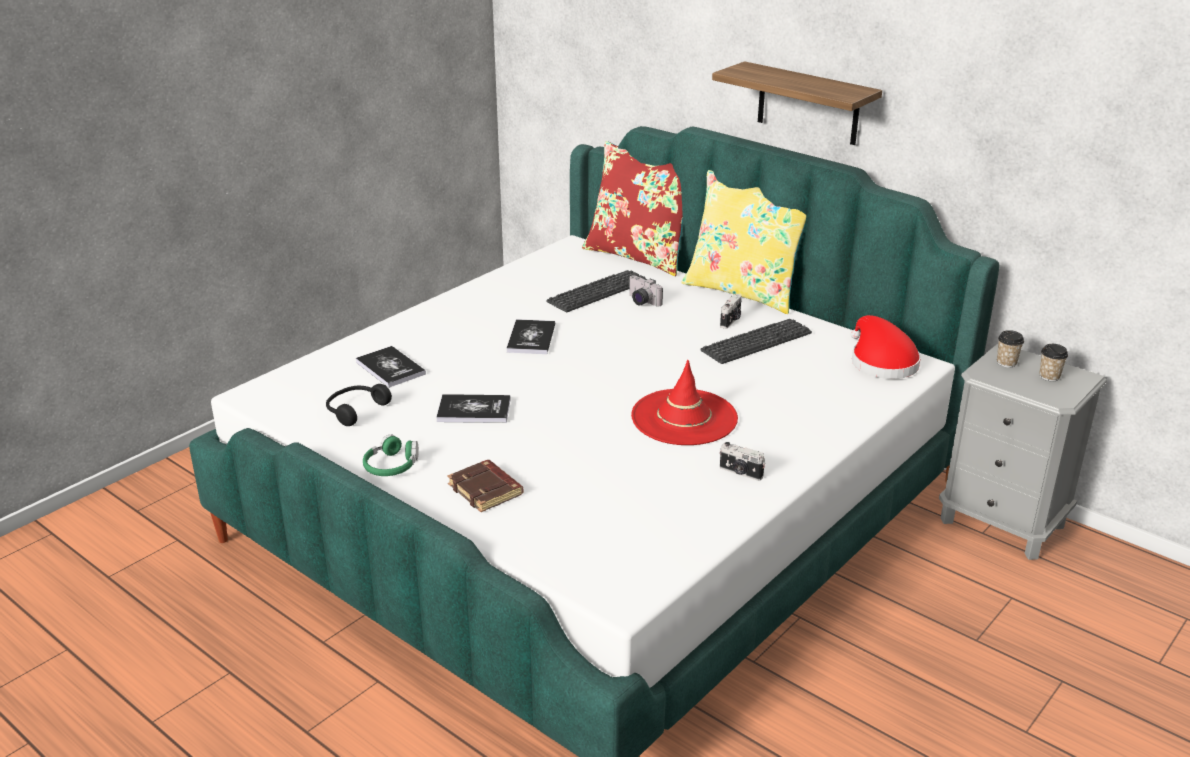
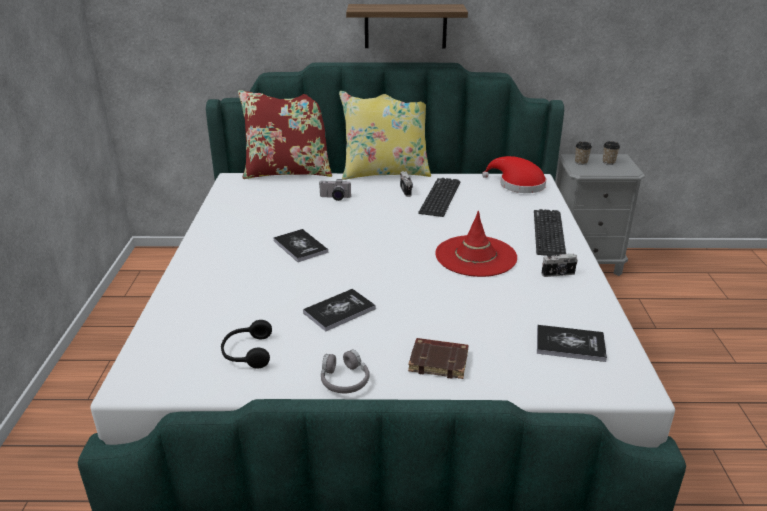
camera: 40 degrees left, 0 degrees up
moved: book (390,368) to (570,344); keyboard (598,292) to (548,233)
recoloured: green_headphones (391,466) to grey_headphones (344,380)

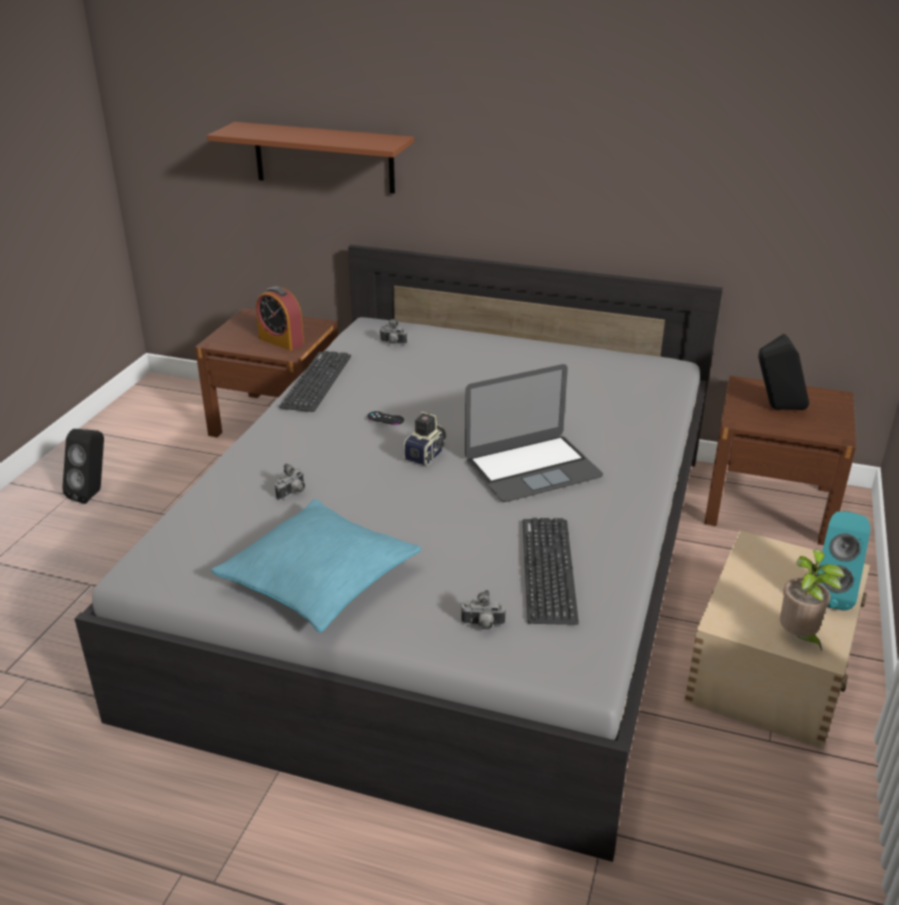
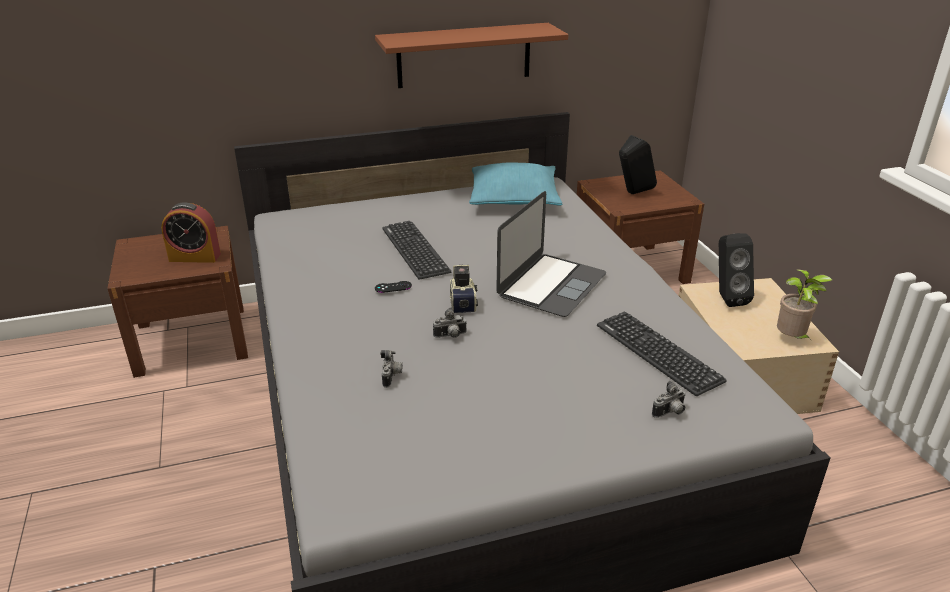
camera: 35 degrees left, 0 degrees up
removed: turquoise_speaker (831,594)
moved: black_speaker (93,493) to (726,298); brown_shelf (324,157) to (464,55); turquoise_pillow (319,578) to (514,197); keyboard (316,382) to (415,250); photo_camera (392,343) to (450,336)

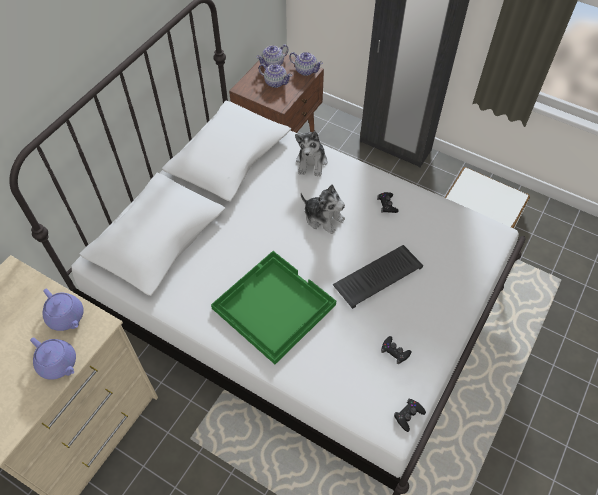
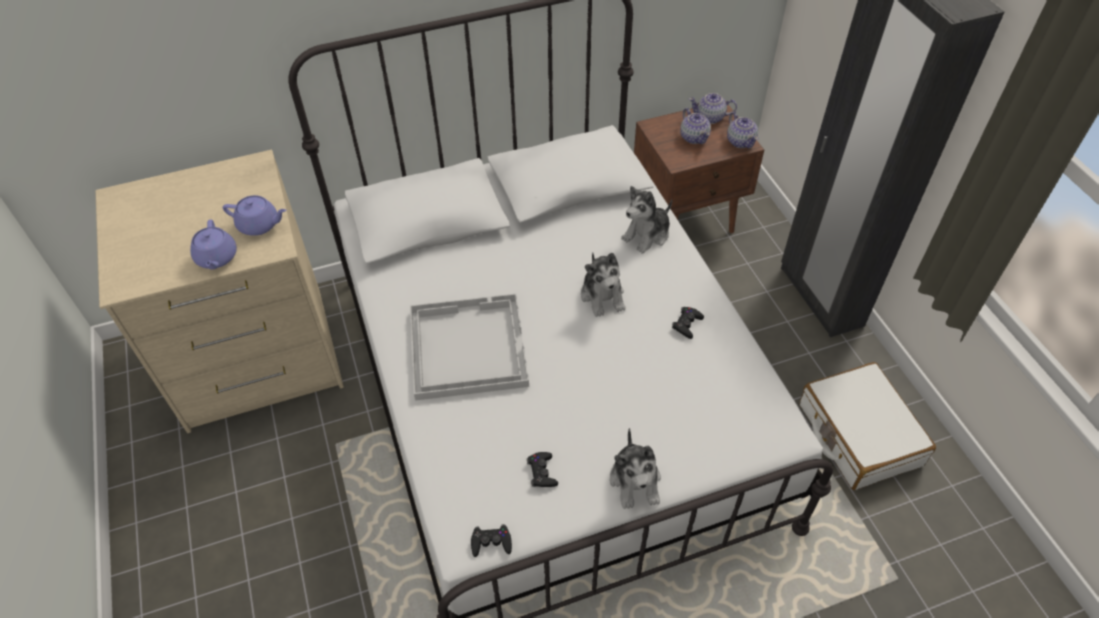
camera: 40 degrees right, 5 degrees down
removed: keyboard (378,275)
added: plush_toy (635,481)
recoloured: green_tray (272,307) to white_tray (466,347)
turned: purple_teapot (66,317) = (260,225) 75 degrees counterclockwise

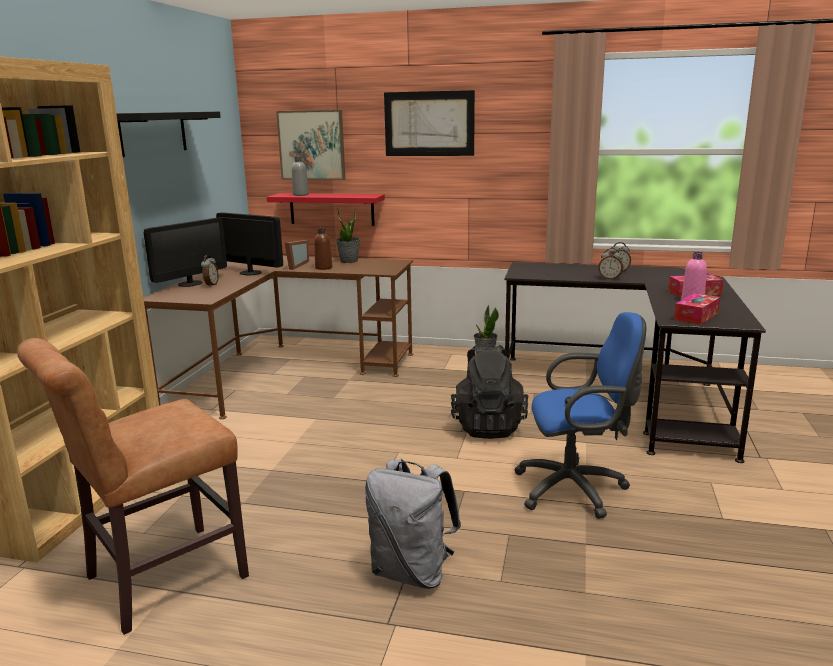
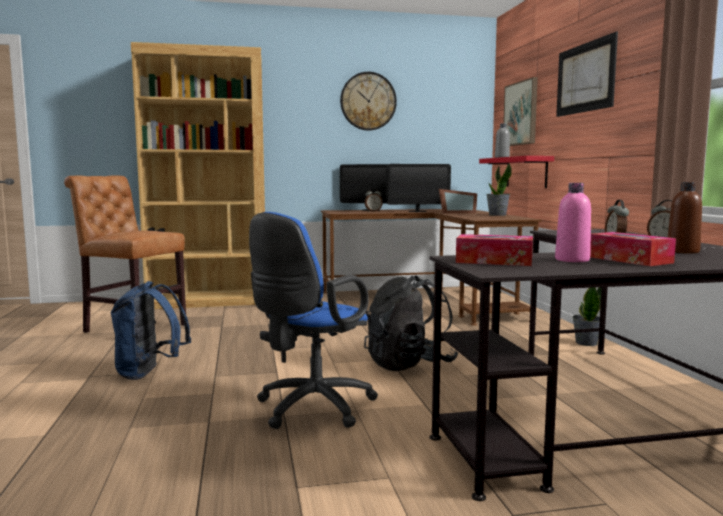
camera: 65 degrees right, 10 degrees down
moved: brown_bottle (323,268) to (682,251)
replaced: black_shelf (153,133) to wall_clock (368,101)
recoloured: grey_backpack (412,572) to blue_backpack (150,373)
turned: monitor (250,273) = (417,211) 75 degrees clockwise; blue_office_chair (576,489) = (310,409) 60 degrees clockwise

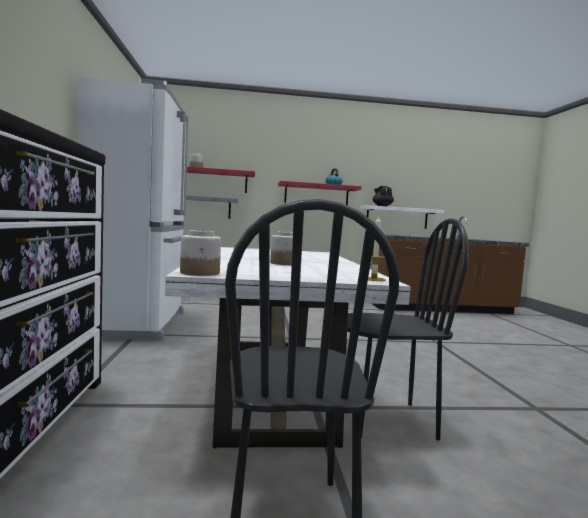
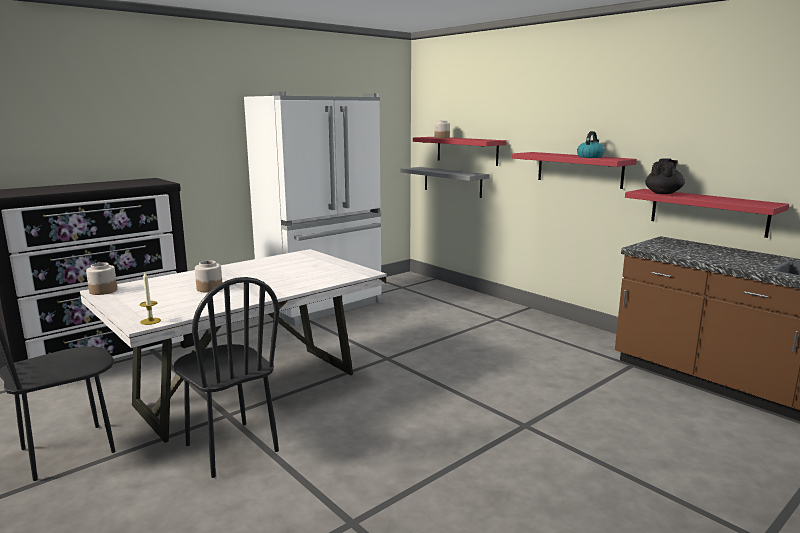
camera: 55 degrees right, 10 degrees up
recoloured: white_shelf (397,217) to red_shelf (708,212)

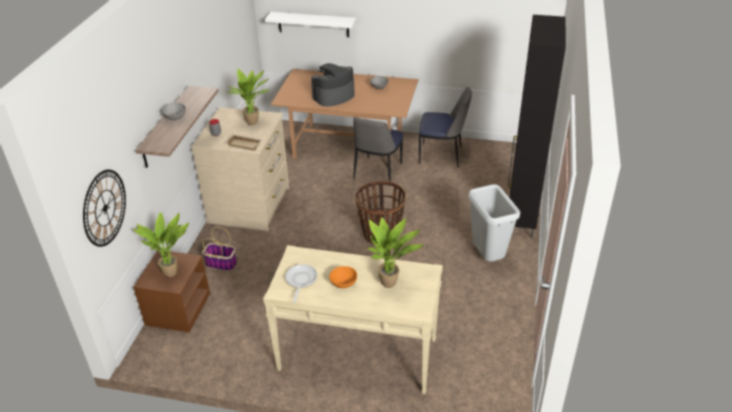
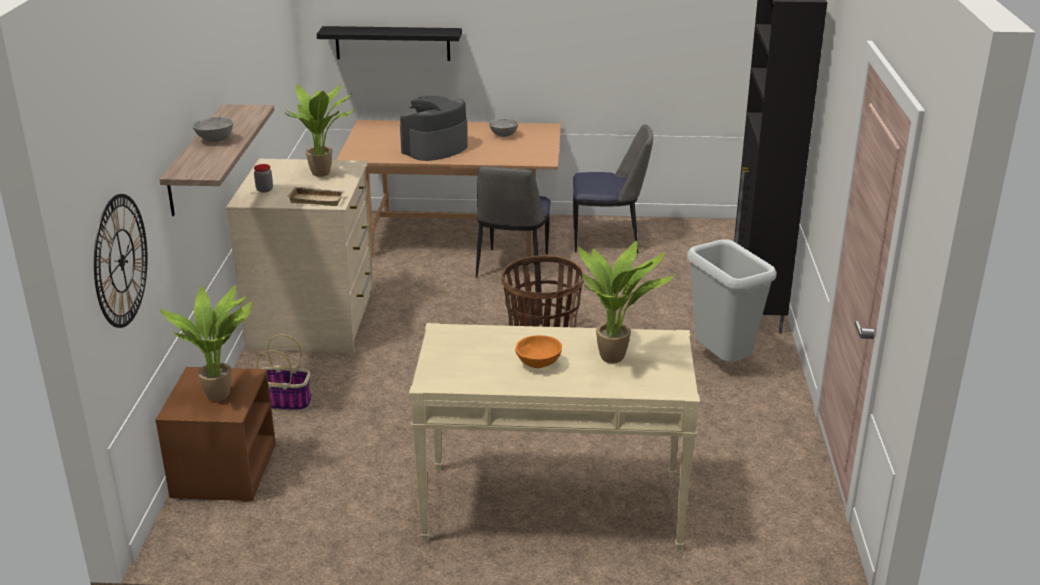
camera: 10 degrees left, 10 degrees down
removed: frying_pan (300,281)
recoloured: white_shelf (313,24) to black_shelf (392,43)

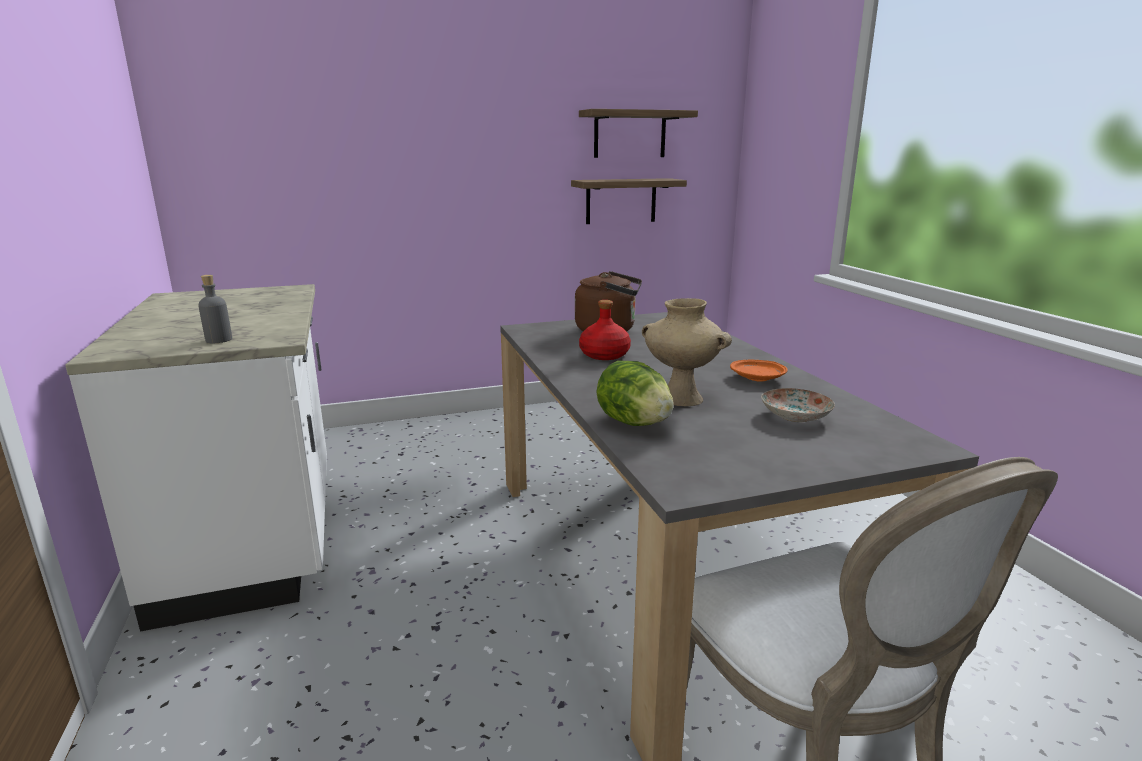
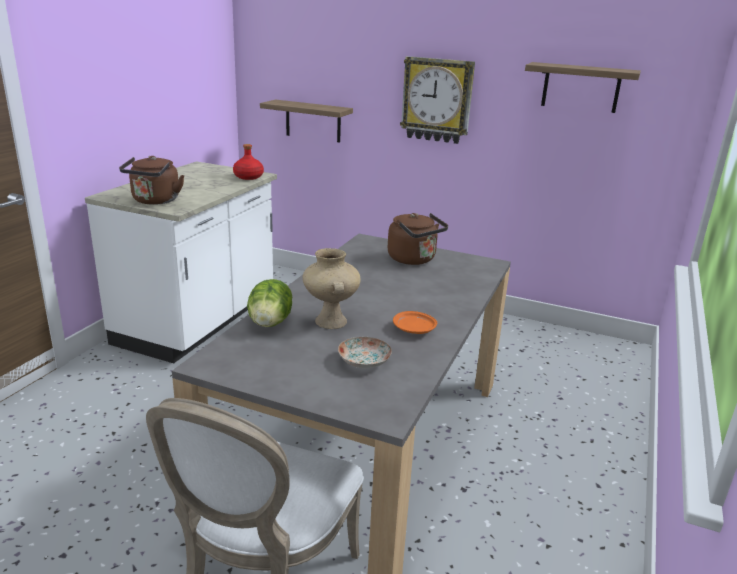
camera: 40 degrees right, 5 degrees up
added: wall_clock (437,100)
moved: shelf (621,201) to (313,121); red_bottle (605,355) to (248,177)
replaced: grey_bottle (219,340) to brown_kettle (155,201)

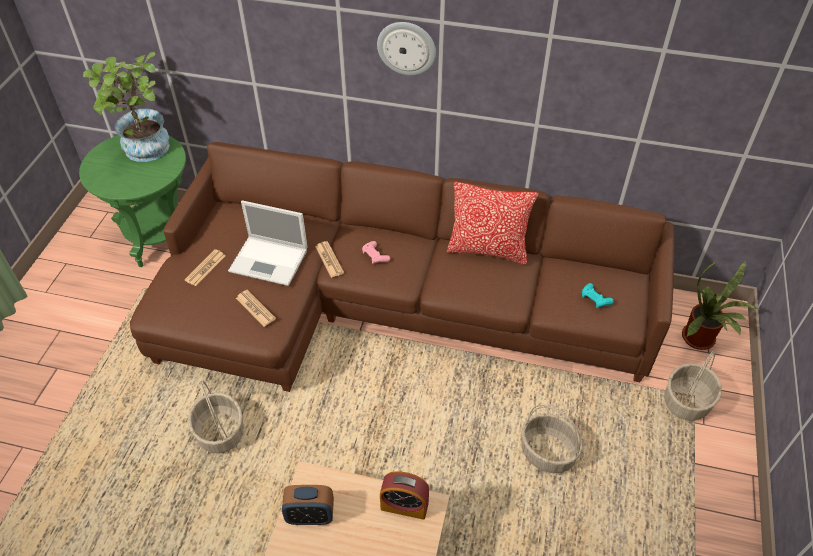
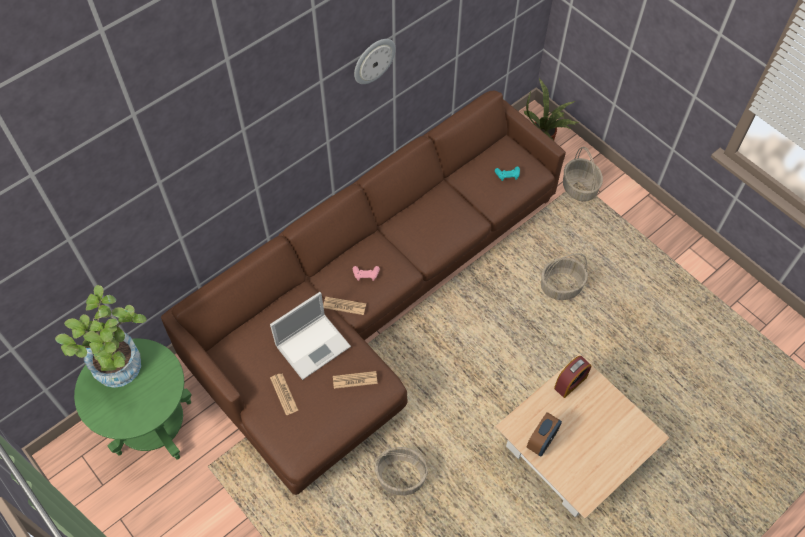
camera: 55 degrees left, 10 degrees up
removed: pillow (487,250)
moved: wall_clock (407,48) to (373,60)

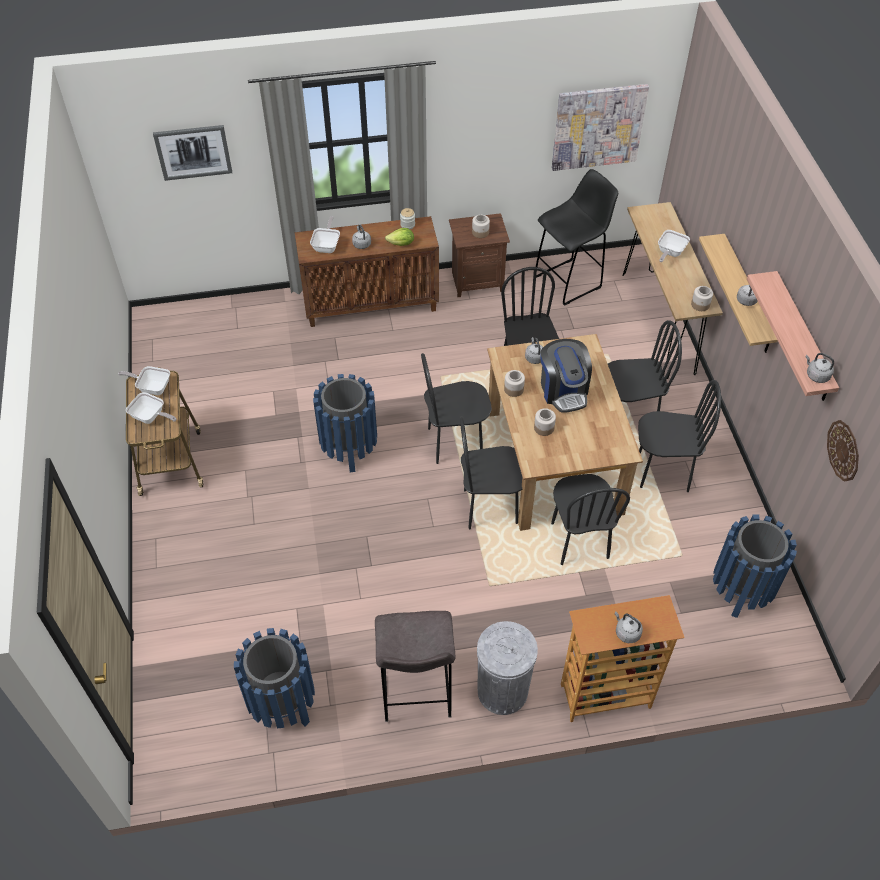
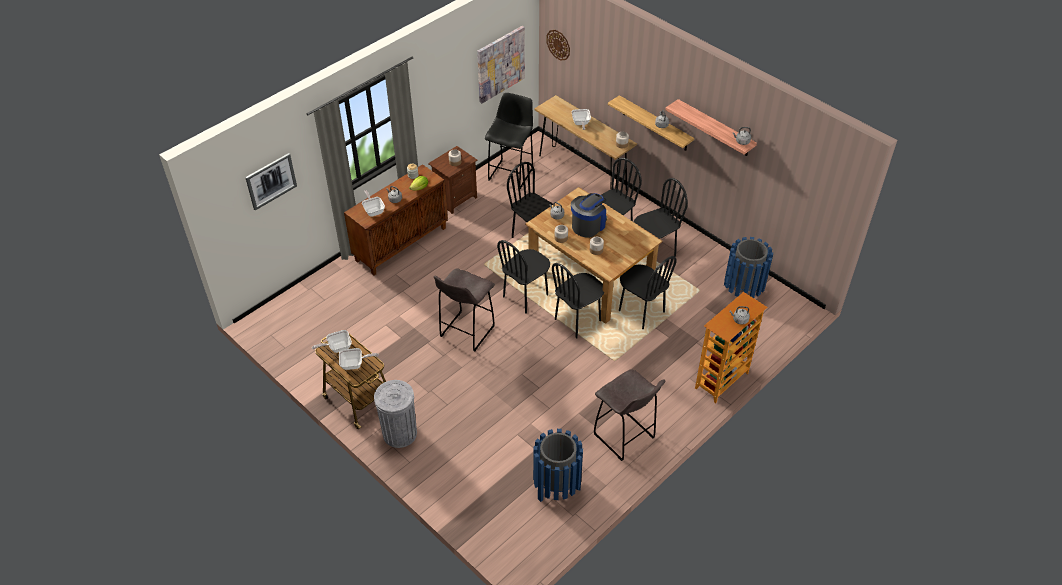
camera: 35 degrees left, 5 degrees down
moved: grey_trash_can (502,691) to (400,433); wall_clock (843,450) to (558,44)
replaced: blue_trash_can (349,449) to grey_stool (466,332)
turned: coffee_machine (563,390) = (588,225) 90 degrees counterclockwise

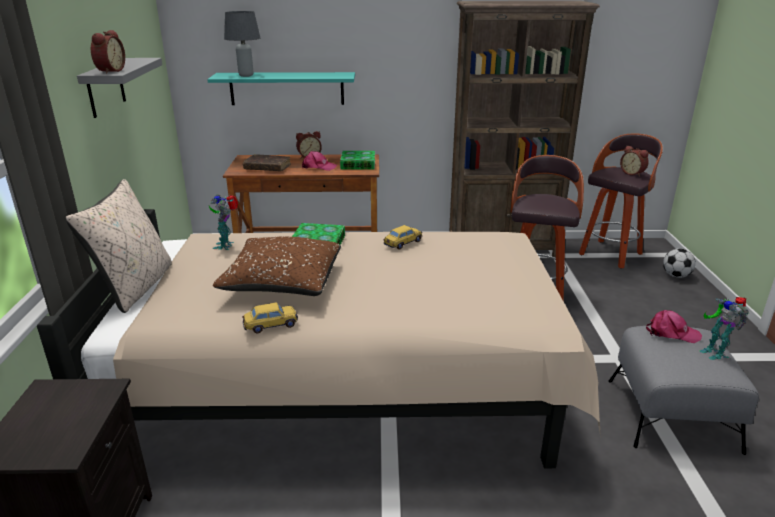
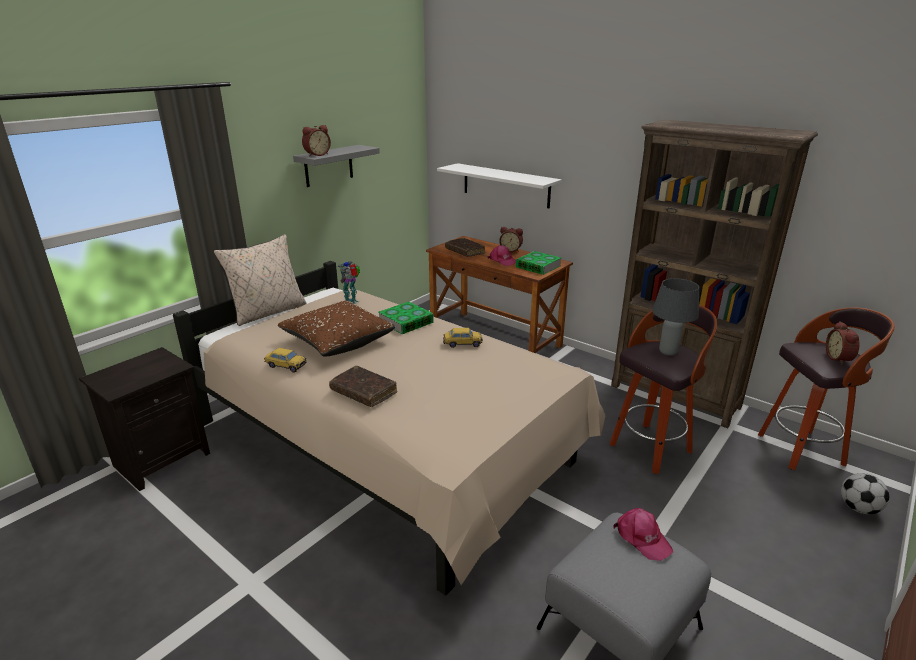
camera: 40 degrees right, 0 degrees up
removed: toy_robot (714,352)
added: brown_book (363,392)
moved: grey_table_lamp (246,75) to (668,352)
recoloured: turquoise_shelf (287,88) to white_shelf (505,185)

